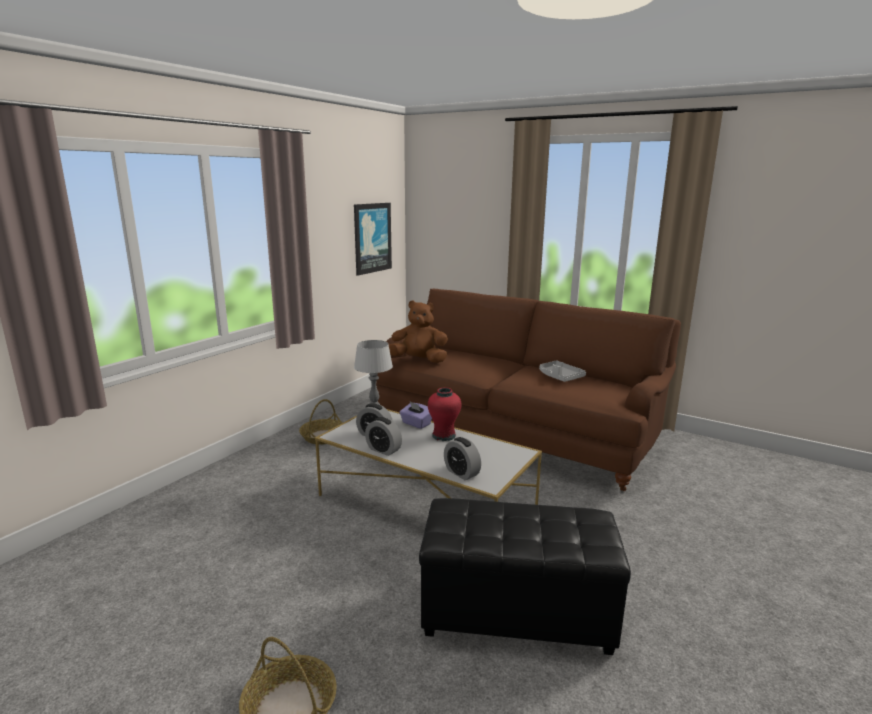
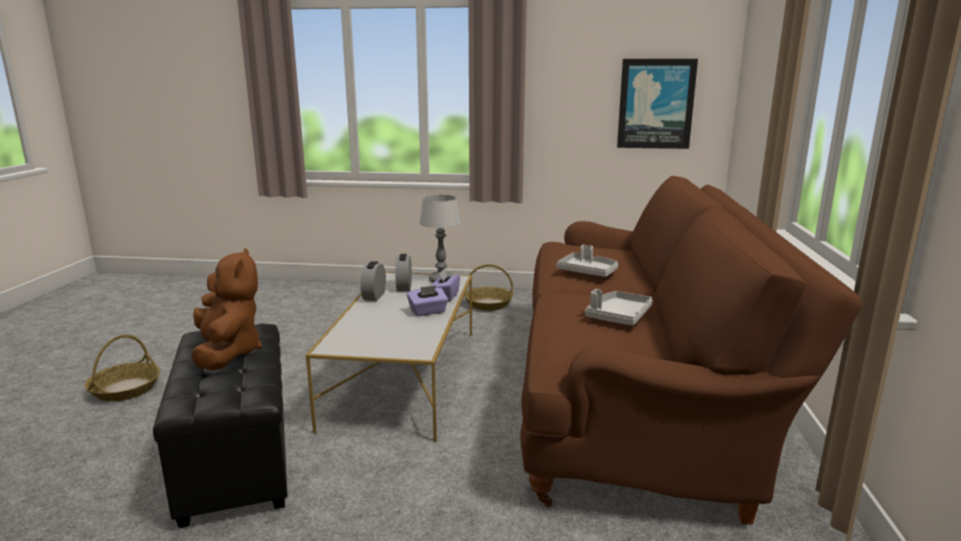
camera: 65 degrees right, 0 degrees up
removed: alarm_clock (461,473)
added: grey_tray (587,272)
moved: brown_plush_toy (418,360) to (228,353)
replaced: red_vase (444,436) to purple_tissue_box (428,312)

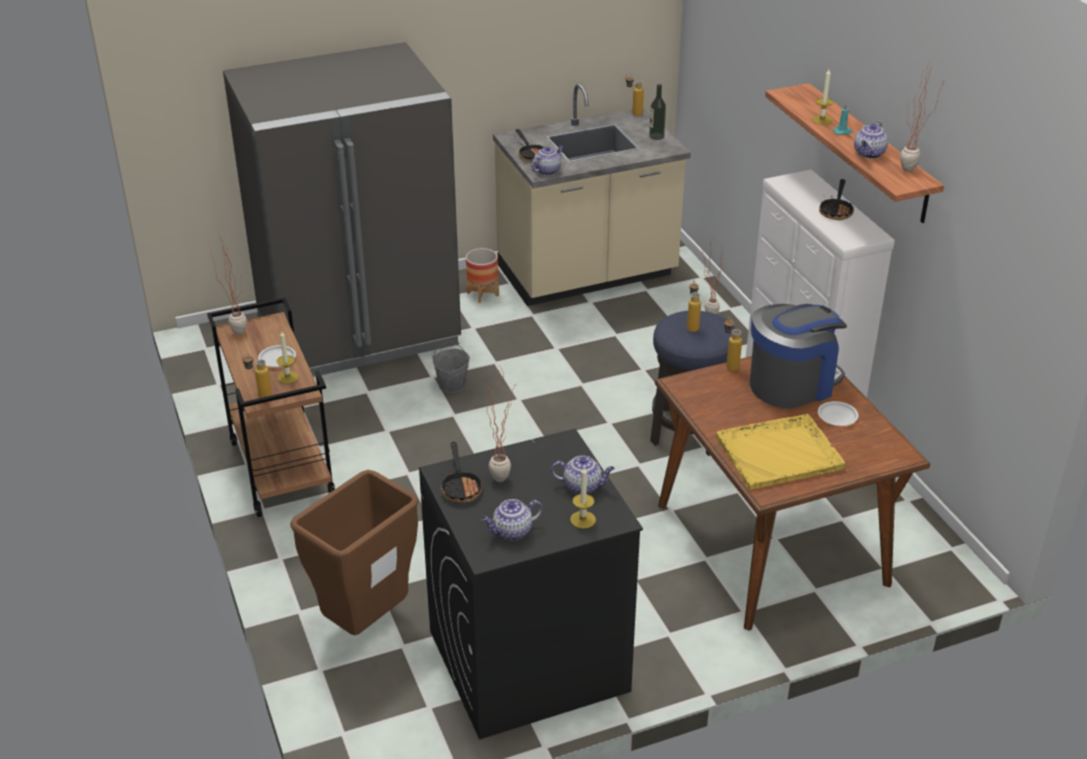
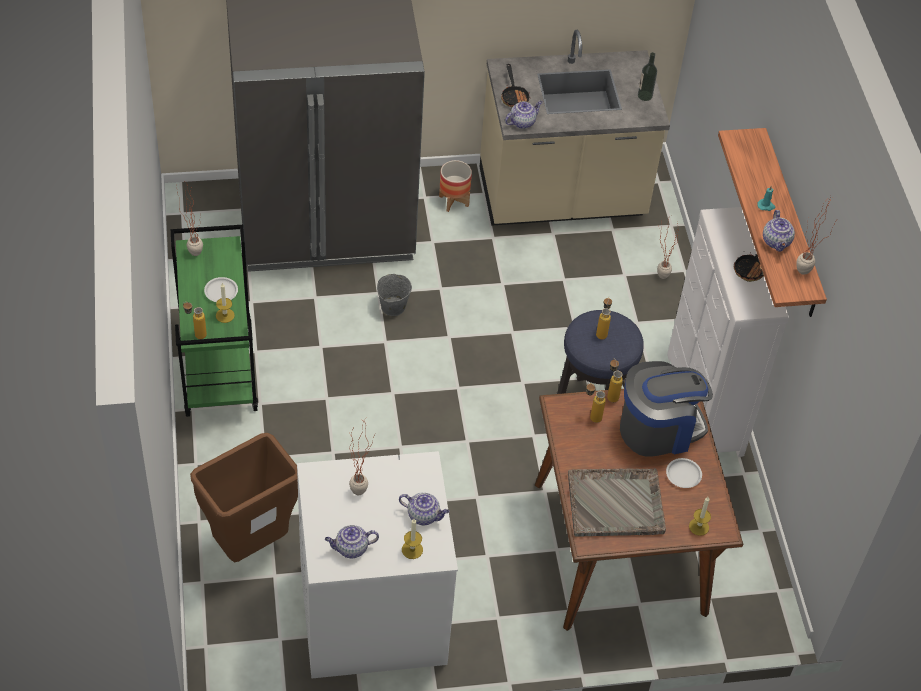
camera: 10 degrees right, 15 degrees up
removed: frying_pan (461,487)
moved: bottle (633,113) to (591,416); candle (822,120) to (699,527)
recoloured: brown_cart (280,469) to green_cart (217,368); black_washing_machine (527,661) to white_washing_machine (371,615); yellow_tray (780,453) to grey_tray (616,504)
turned: teapot (869,154) = (776,242) 45 degrees counterclockwise

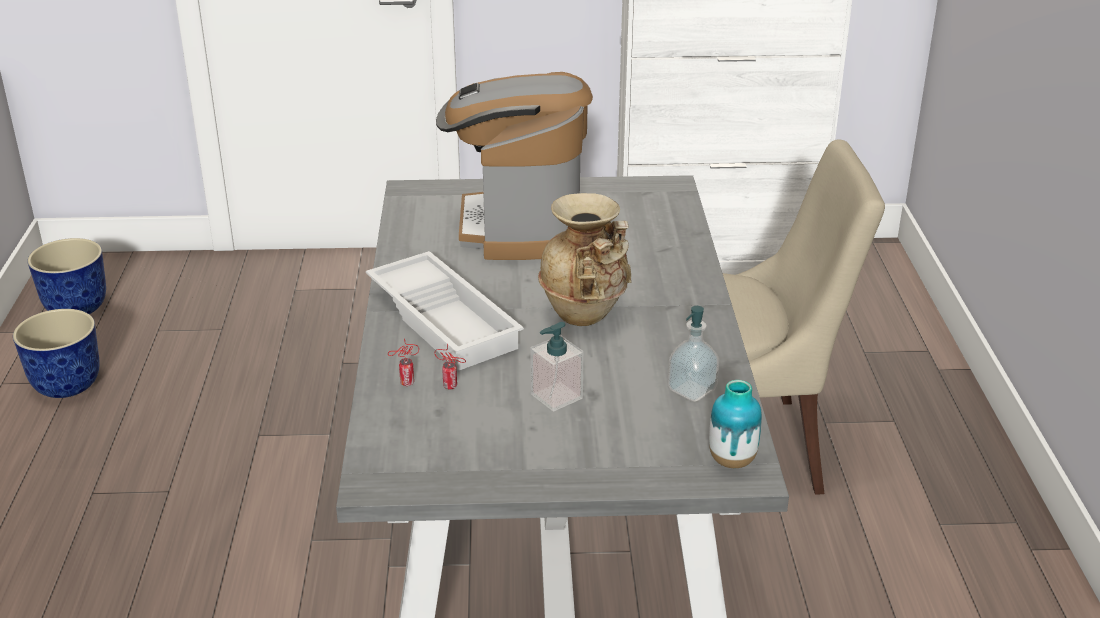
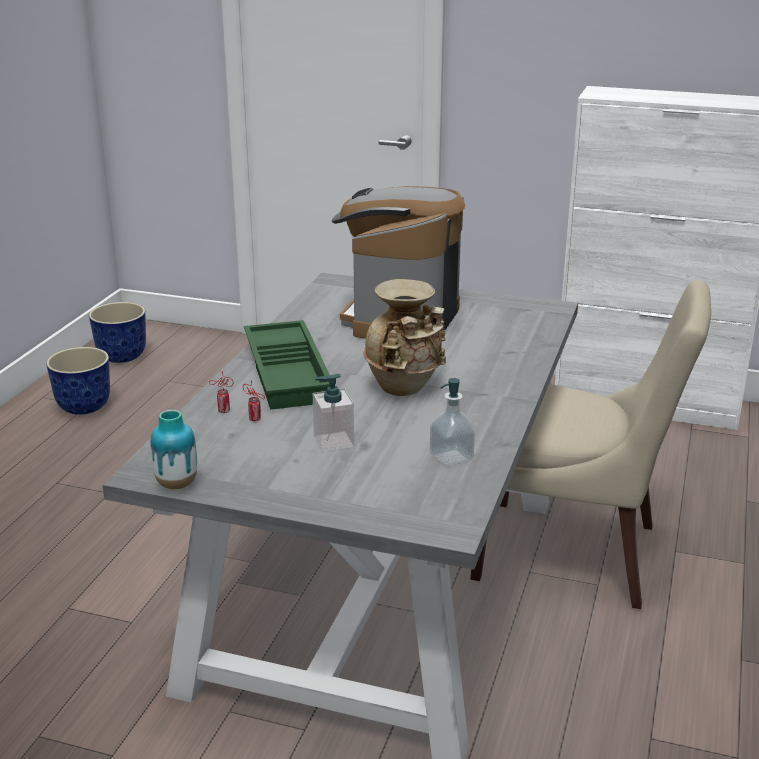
camera: 20 degrees right, 5 degrees down
moved: vase (732,461) to (177,484)
recoloured: white_tray (446,319) to green_tray (289,373)

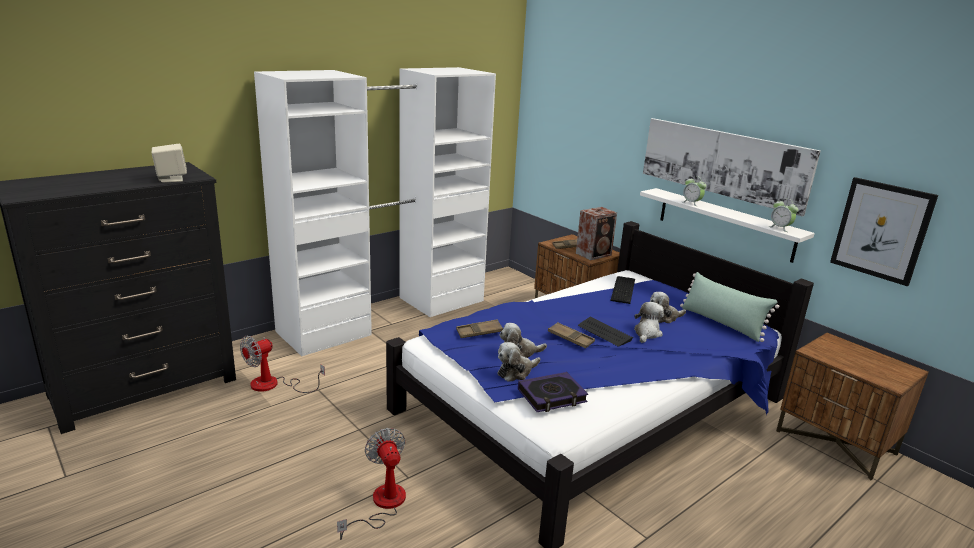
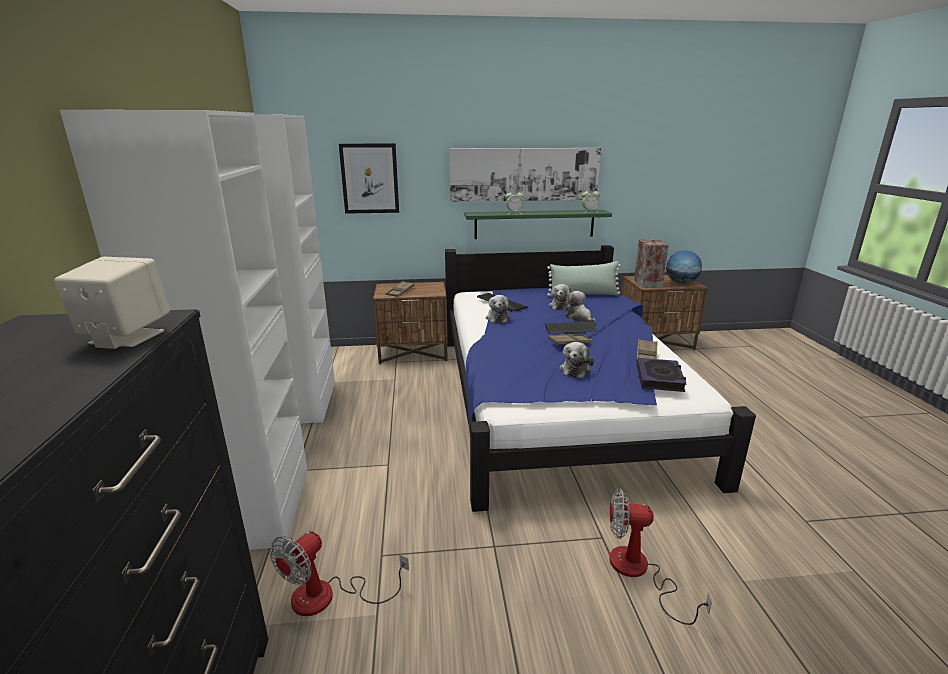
camera: 55 degrees left, 0 degrees up
added: globe (681,283)
moved: brown_tray (479,332) to (646,355); plush_toy (516,372) to (497,318); speaker (594,254) to (647,283); picture (881,230) to (370,178)
recoloured: white_shelf (724,224) to green_shelf (534,224)
turned: fan (274,385) = (328,597) 45 degrees clockwise

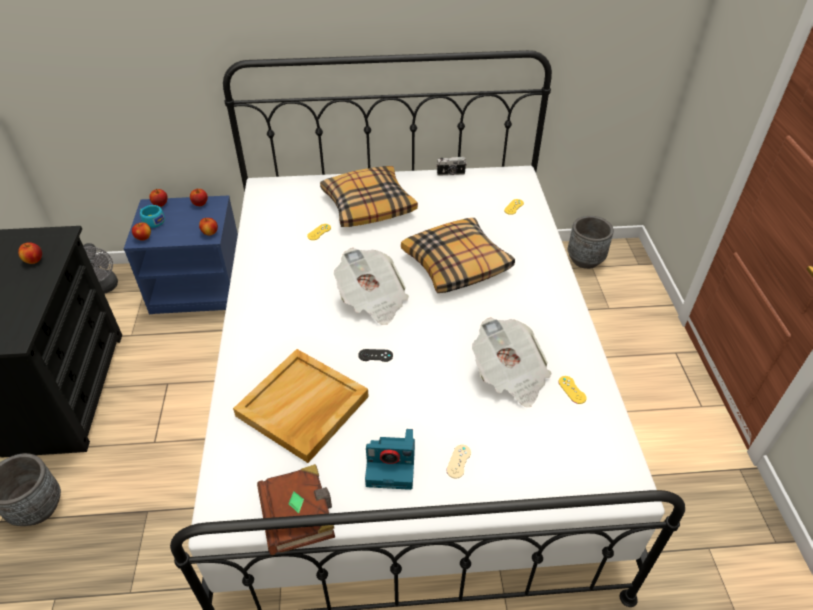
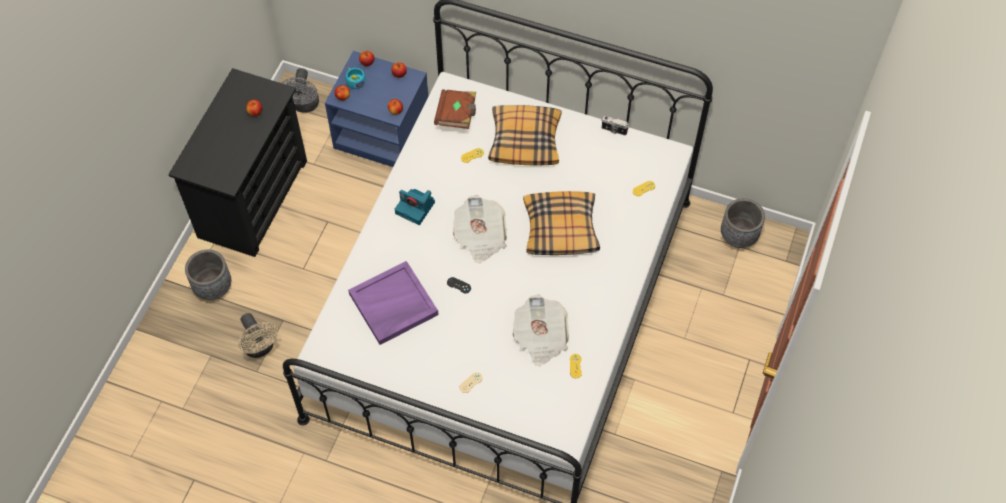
camera: 25 degrees right, 15 degrees up
added: beige_fan (260,348)
moved: brown_book (299,517) to (456,115); photo_camera (392,465) to (416,208)
recoloured: beige_tray (302,407) to purple_tray (393,305)

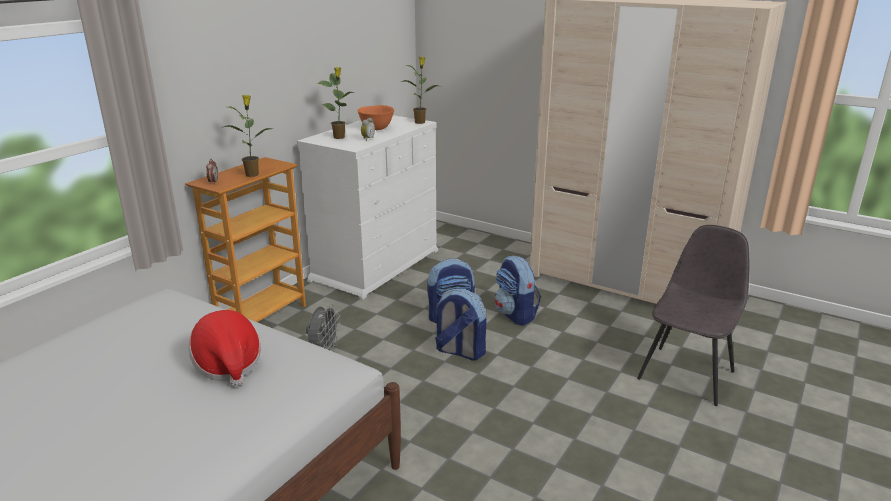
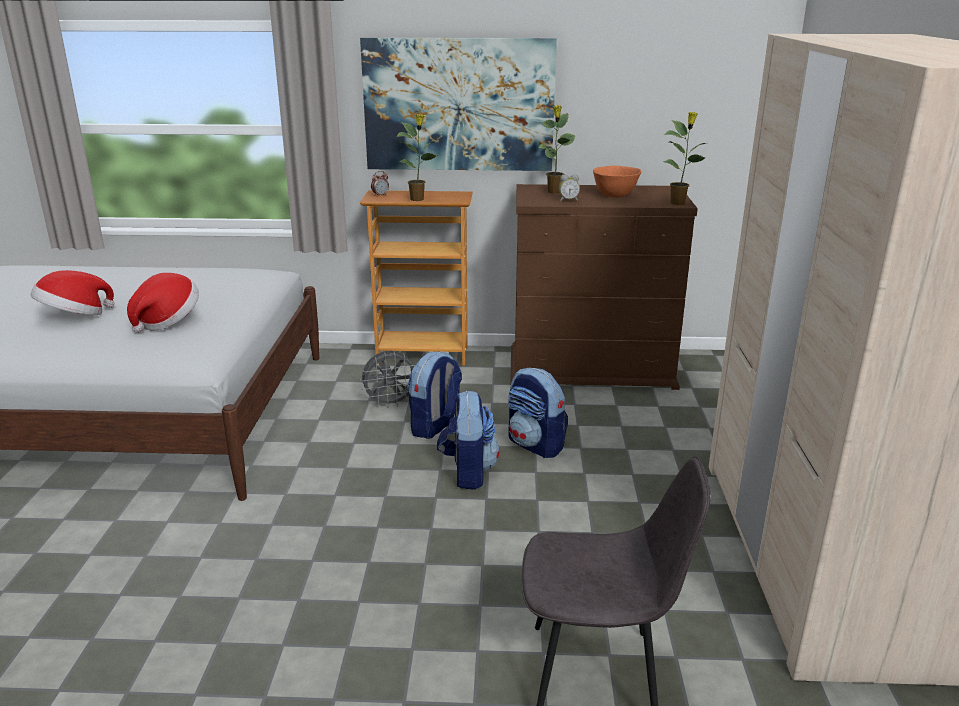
camera: 60 degrees right, 0 degrees up
added: hat (75,316); picture (459,105)
moved: backpack (515,315) to (435,427)
recoloured: white_dresser (376,265) to brown_dresser (591,368)

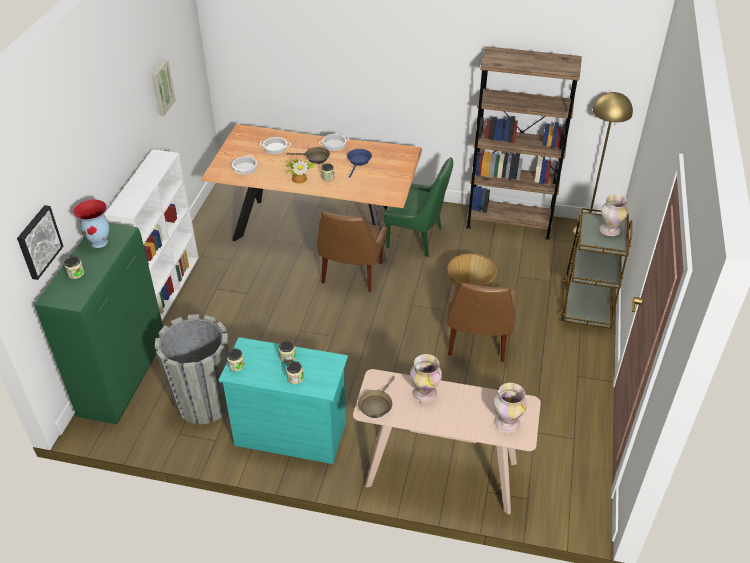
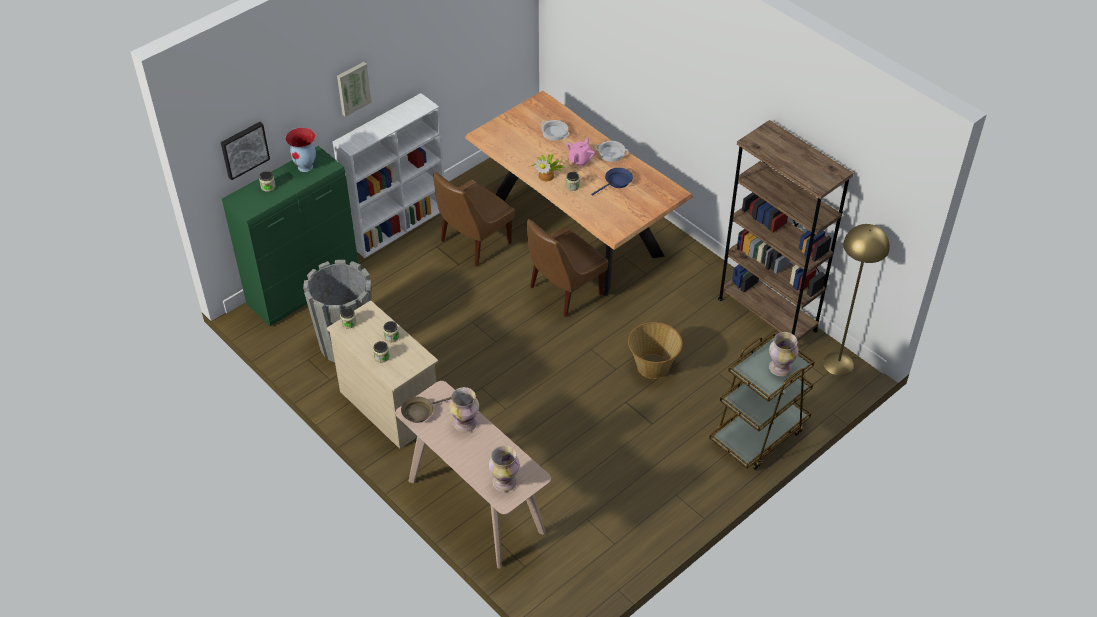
camera: 35 degrees right, 5 degrees up
removed: cooking_pot (244,168); green_chair (416,238)
moved: picture (161,87) to (353,88); brown_chair (477,343) to (473,243)
replaced: brown_frying_pan (315,158) to pink_teapot (580,160)
recoloured: turquoise_dresser (290,433) to beige_dresser (389,405)

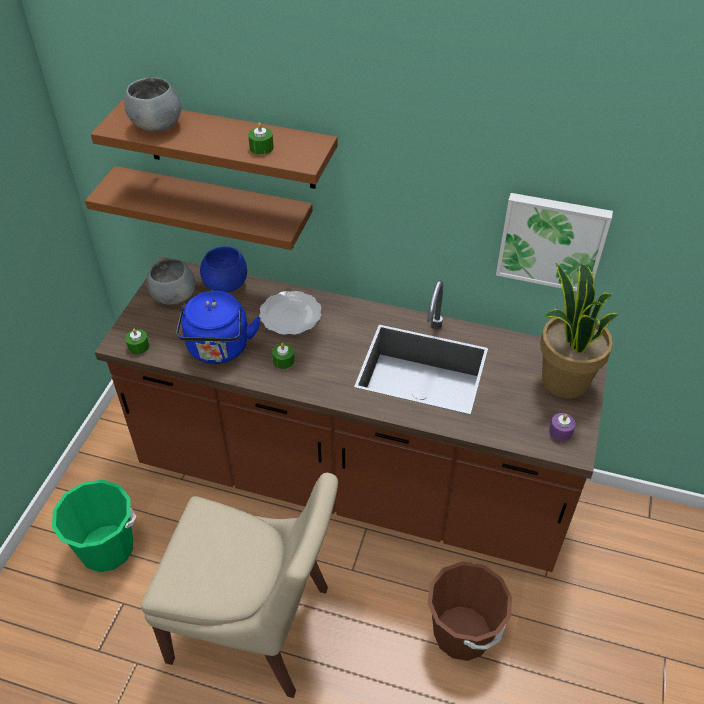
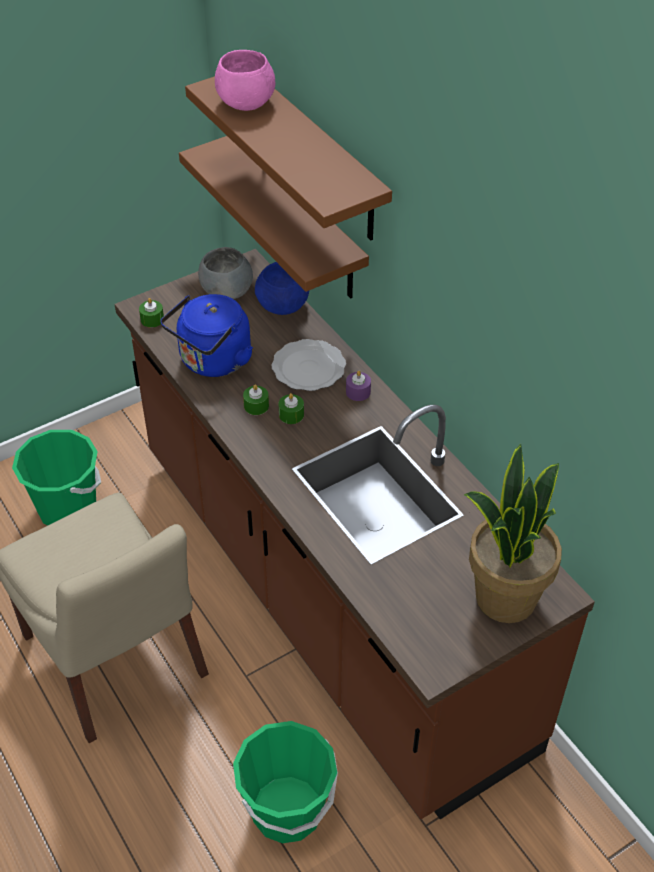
camera: 40 degrees right, 0 degrees up
removed: picture (552,241)
moved: green_candle (261,147) to (291,415); purple_candle (560,431) to (358,392)
recoloured: grey_bowl (157,125) to pink_bowl (246,103); brown_bucket (462,633) to green_bucket (287,810)

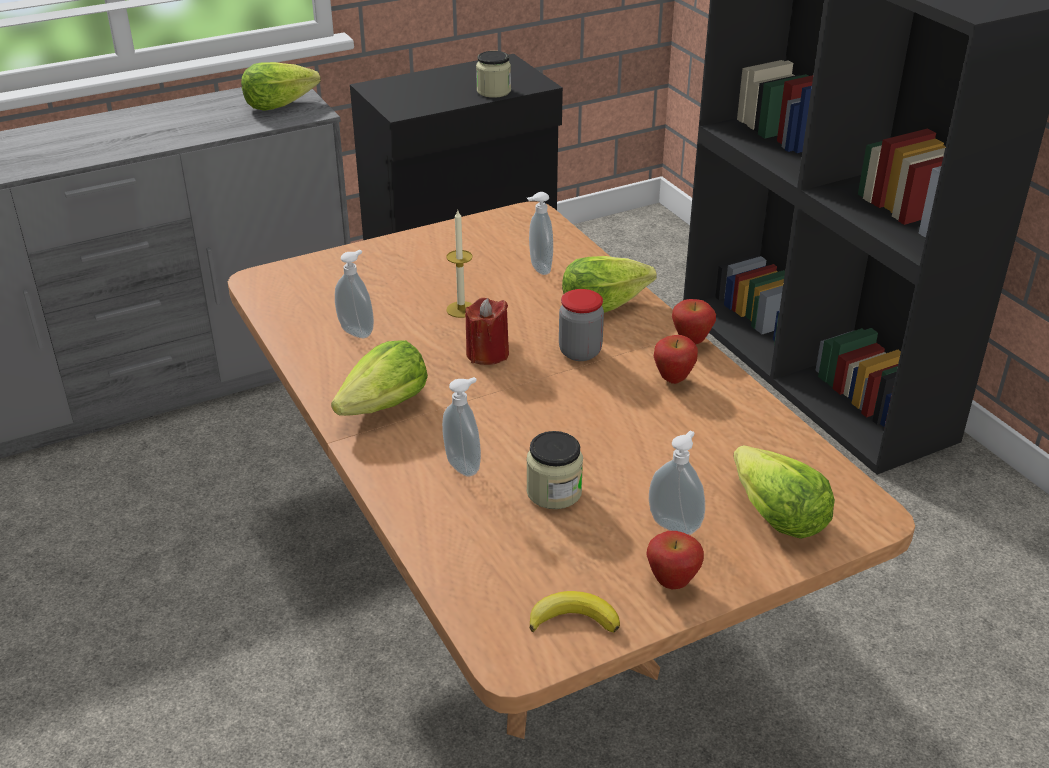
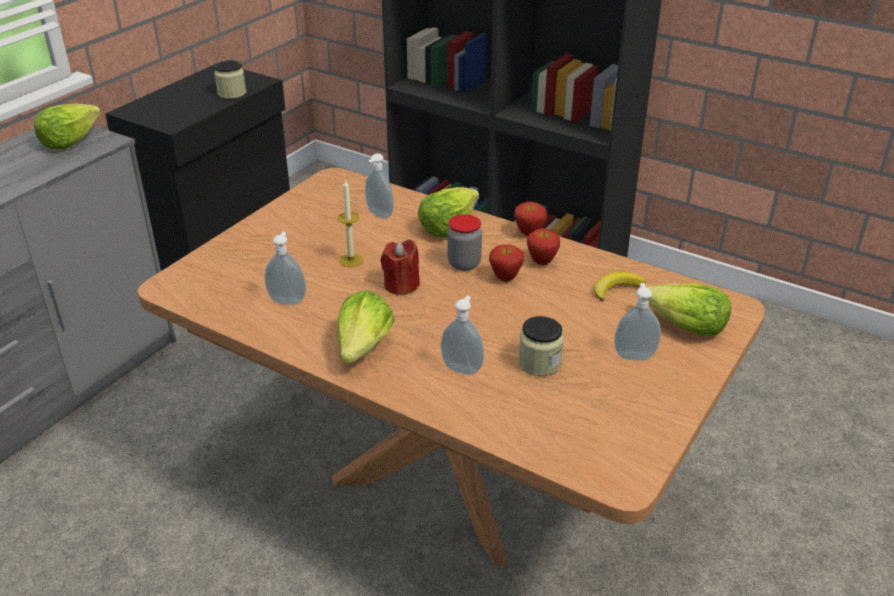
camera: 30 degrees left, 0 degrees up
moved: banana (573,619) to (616,289); apple (672,583) to (505,278)

